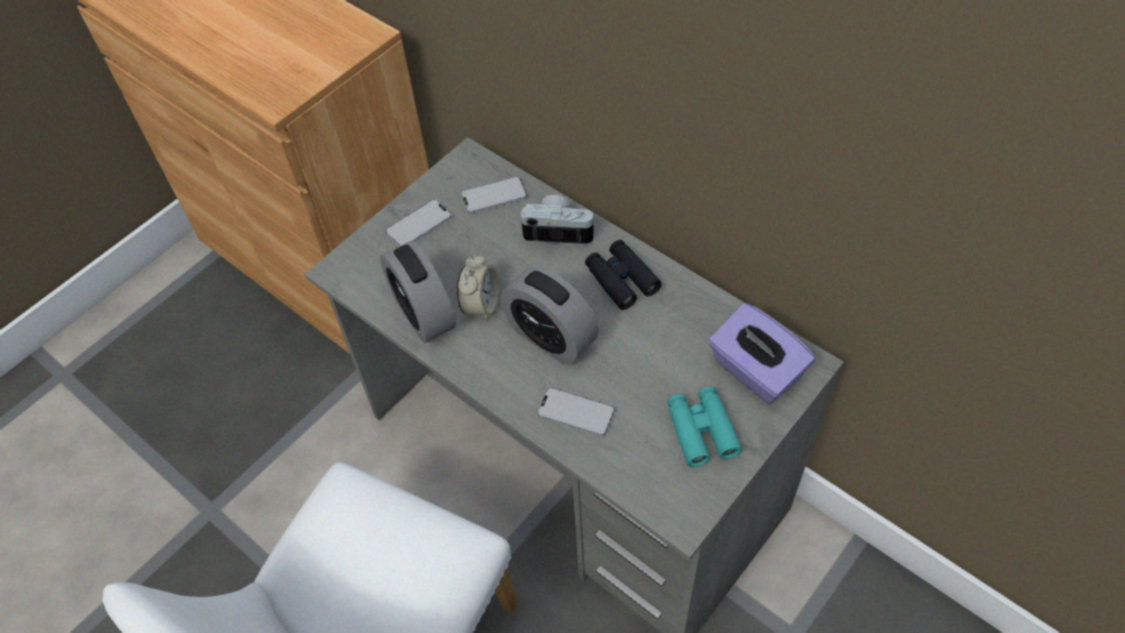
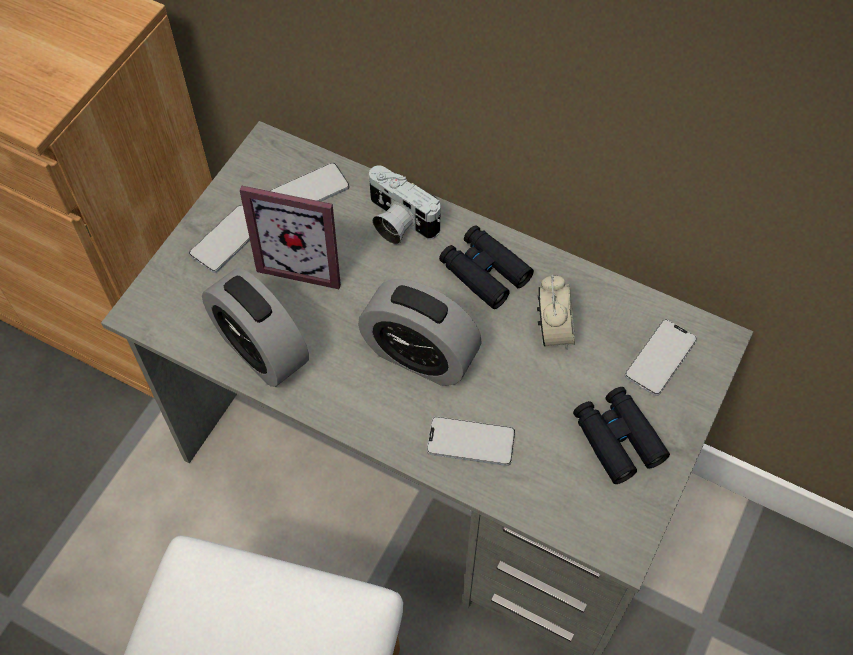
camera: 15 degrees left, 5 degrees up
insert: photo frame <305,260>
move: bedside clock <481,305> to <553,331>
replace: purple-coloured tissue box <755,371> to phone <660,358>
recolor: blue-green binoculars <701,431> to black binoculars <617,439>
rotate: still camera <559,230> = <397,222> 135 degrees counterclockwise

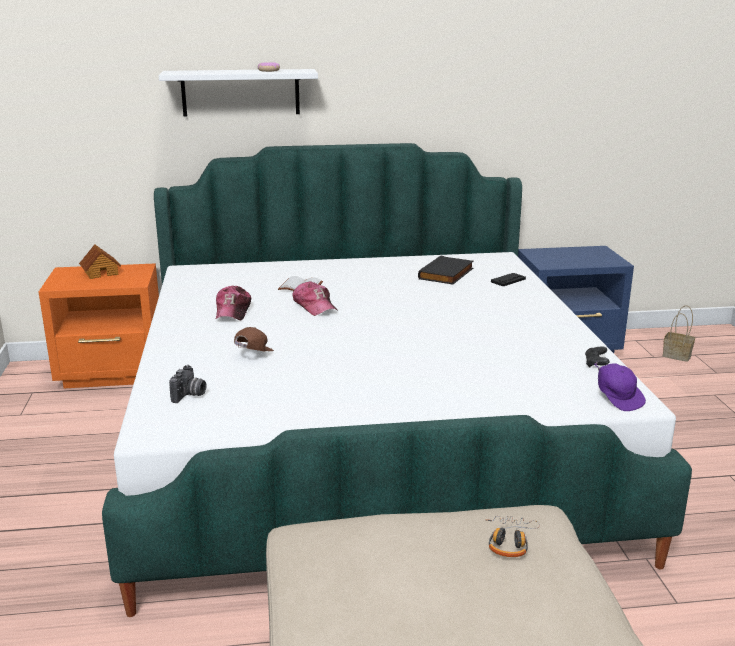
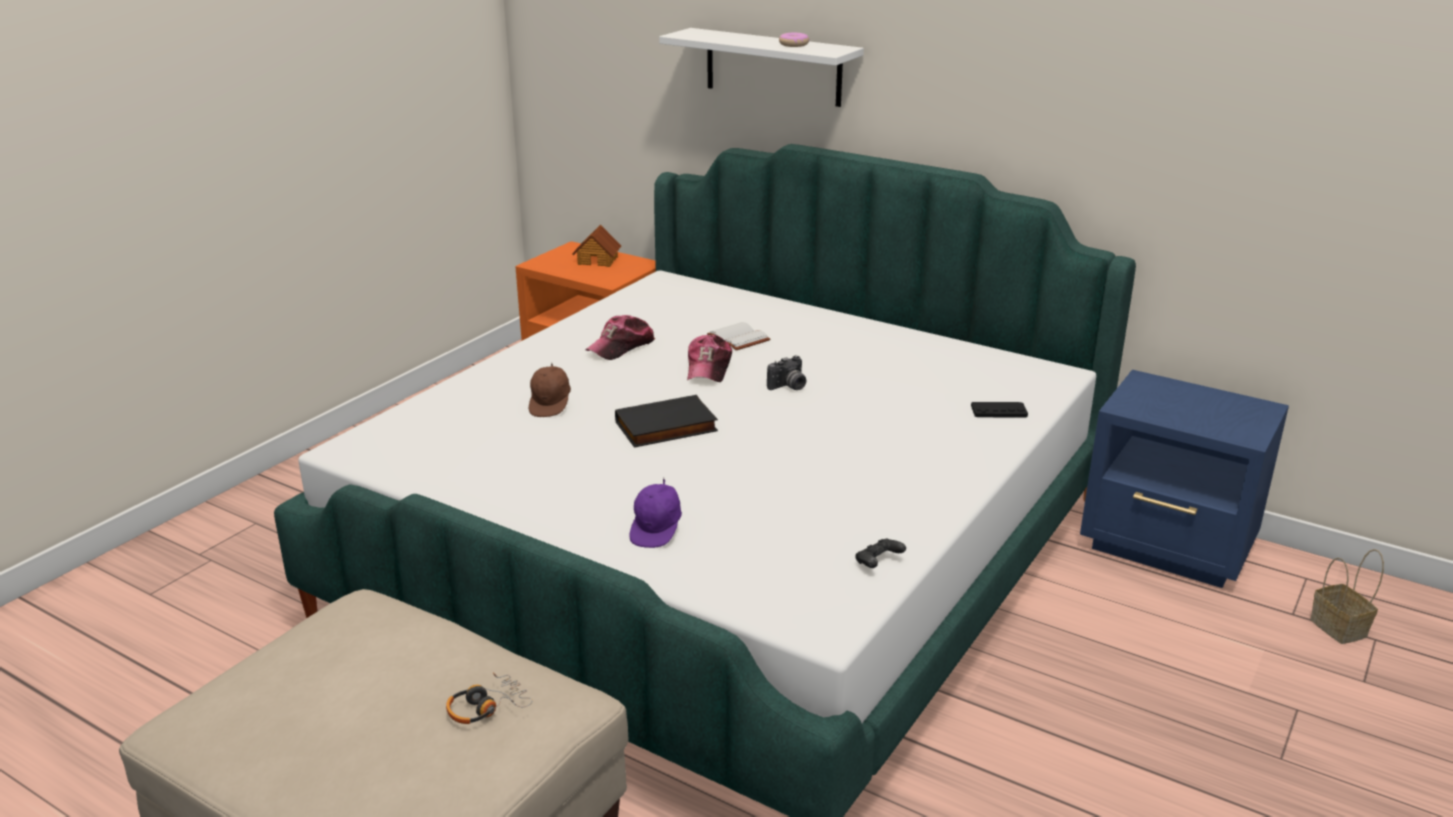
camera: 40 degrees right, 5 degrees up
move: black volume <447,274> to <666,428>; purple-coloured cap <618,399> to <657,530>; still camera <189,395> to <788,387>
rotate: brown cap <252,355> = <551,404> 120 degrees clockwise

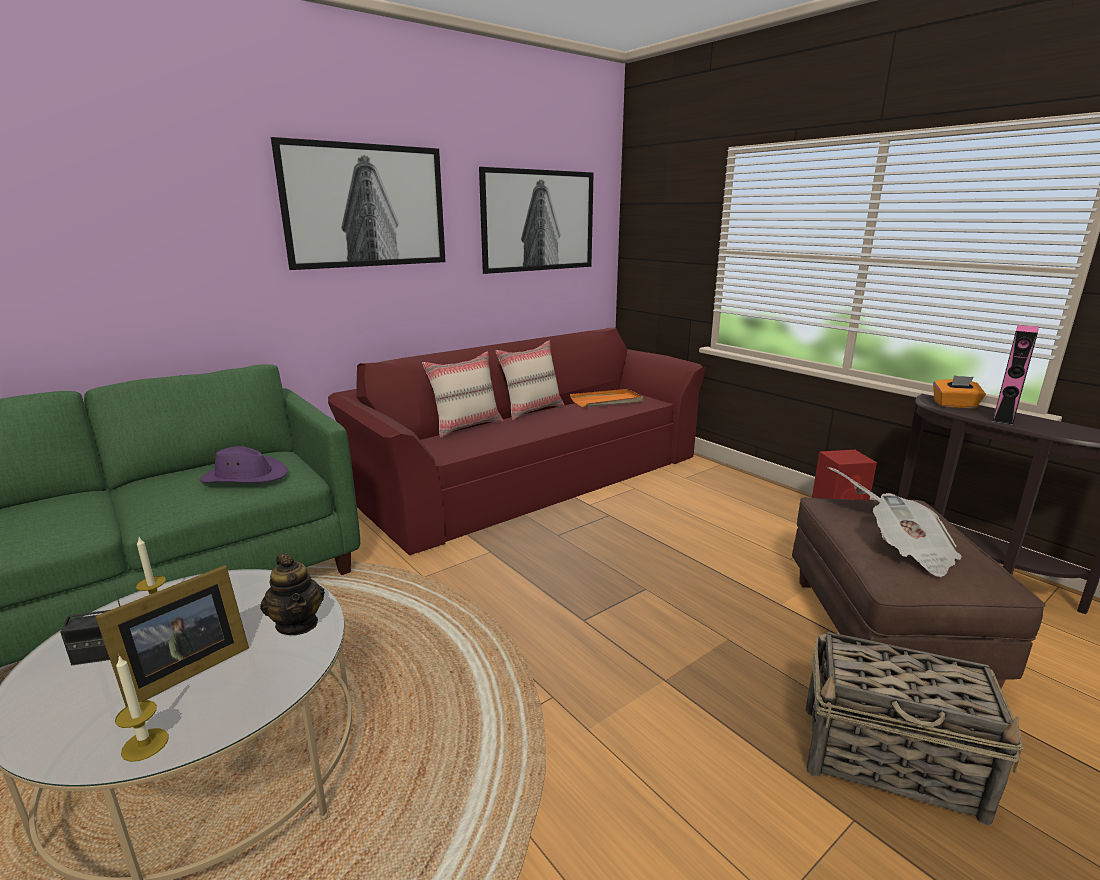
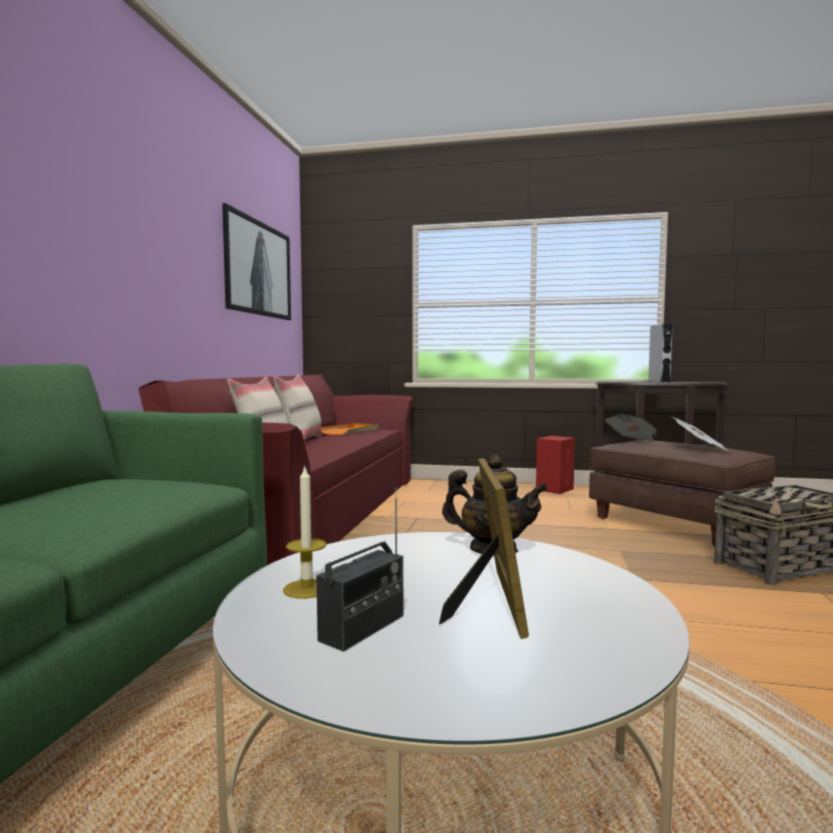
camera: 40 degrees left, 15 degrees down
delete: wall picture <366,206>; orange-coloured tissue box <955,405>; purple-coloured clothing hat <245,476>; wax candle <145,744>
recolor: pink audio speaker <1003,417> to grey audio speaker <659,382>

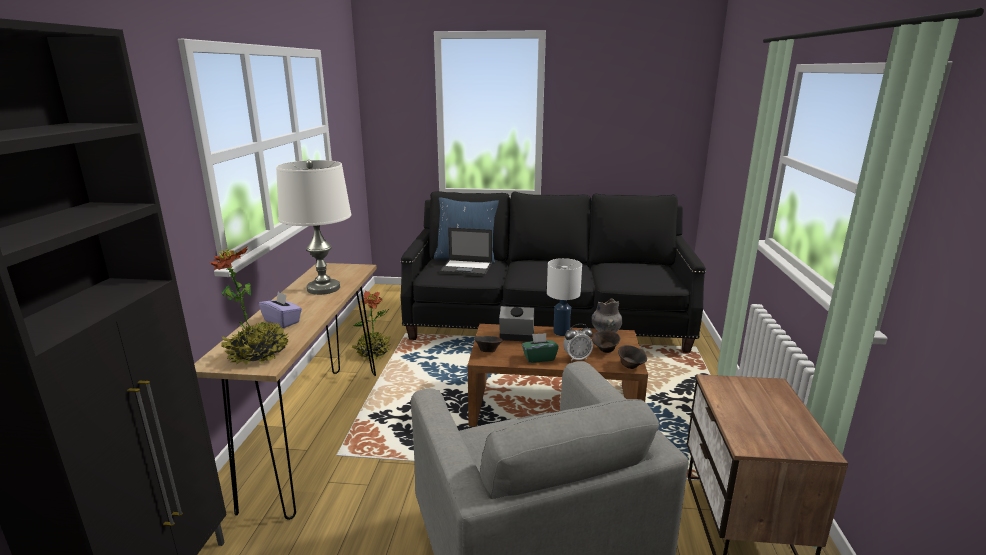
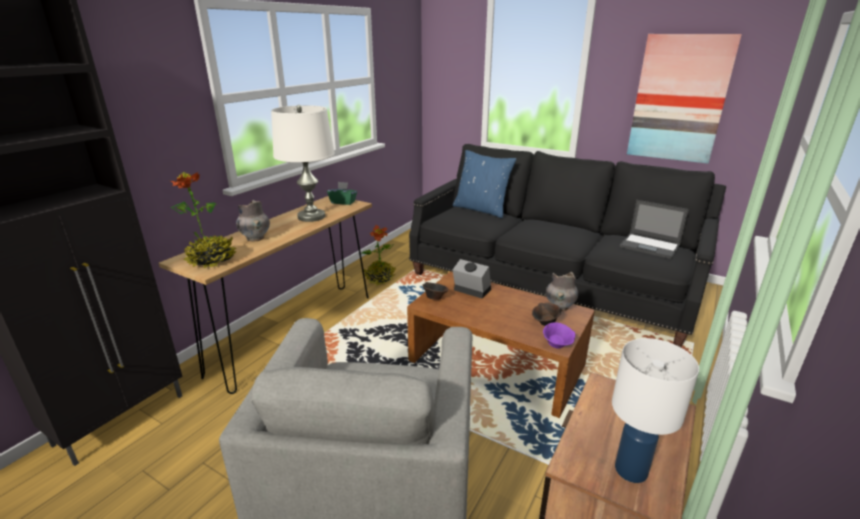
camera: 25 degrees right, 5 degrees up
delete: bedside clock <577,358>
insert: wall picture <679,99>
move: portable computer <467,268> to <650,246>; white-coloured table lamp <561,332> to <630,469>; green-coloured tissue box <539,358> to <343,202>
replace: purple-coloured tissue box <282,321> to grey flower vase <255,238>
recolor: brown serving bowl <631,366> to purple-coloured serving bowl <557,345>

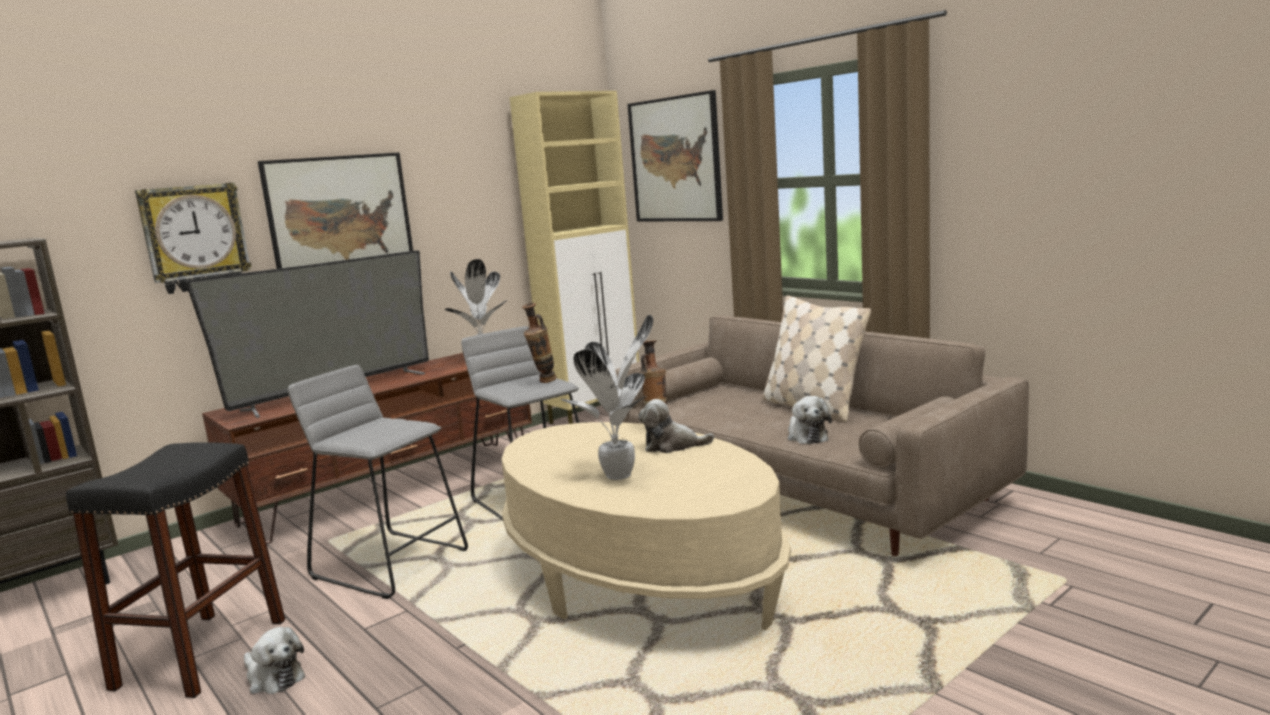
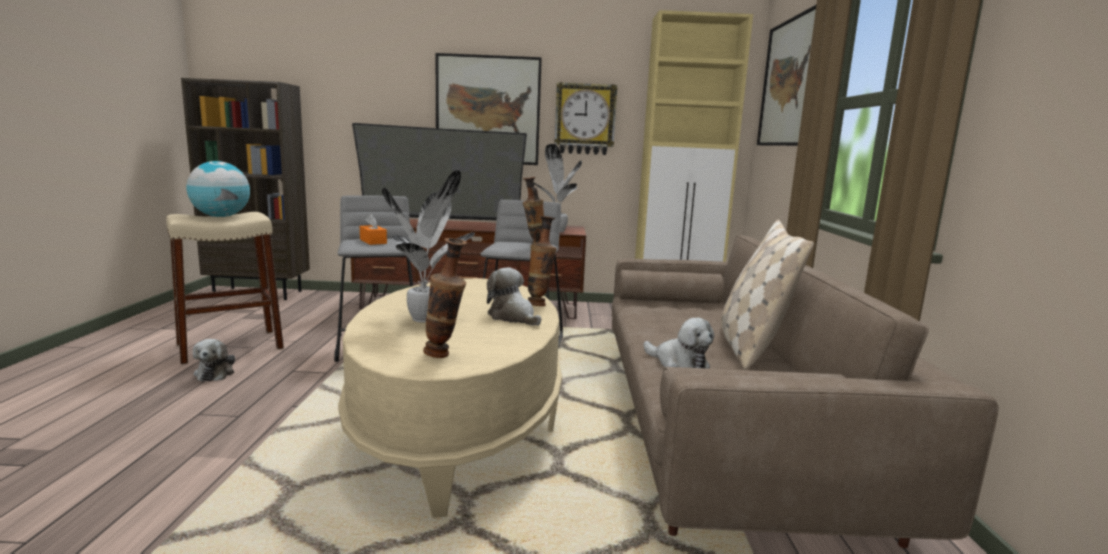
camera: 40 degrees right, 0 degrees up
insert: desk globe <221,216>; orange-coloured tissue box <373,241>; flower vase <444,356>
move: wall clock <195,237> to <585,119>
recolor: black sitting stool <201,653> to beige sitting stool <230,346>
rotate: soft toy <806,436> = <678,364> 75 degrees counterclockwise

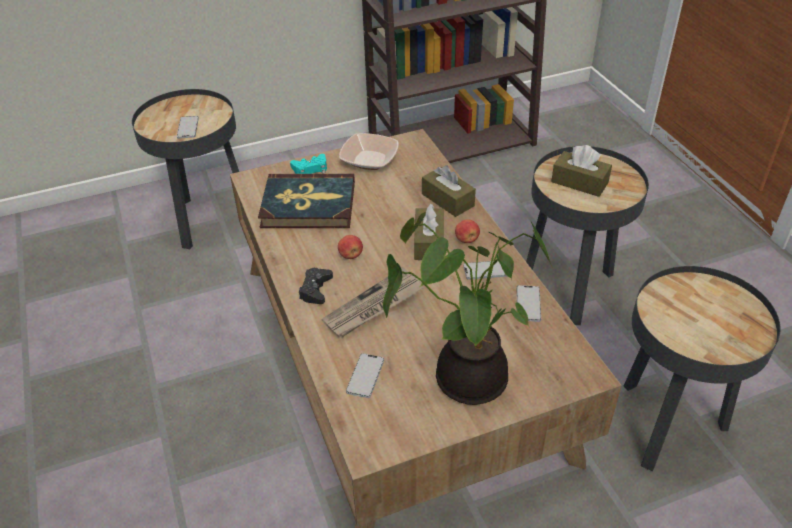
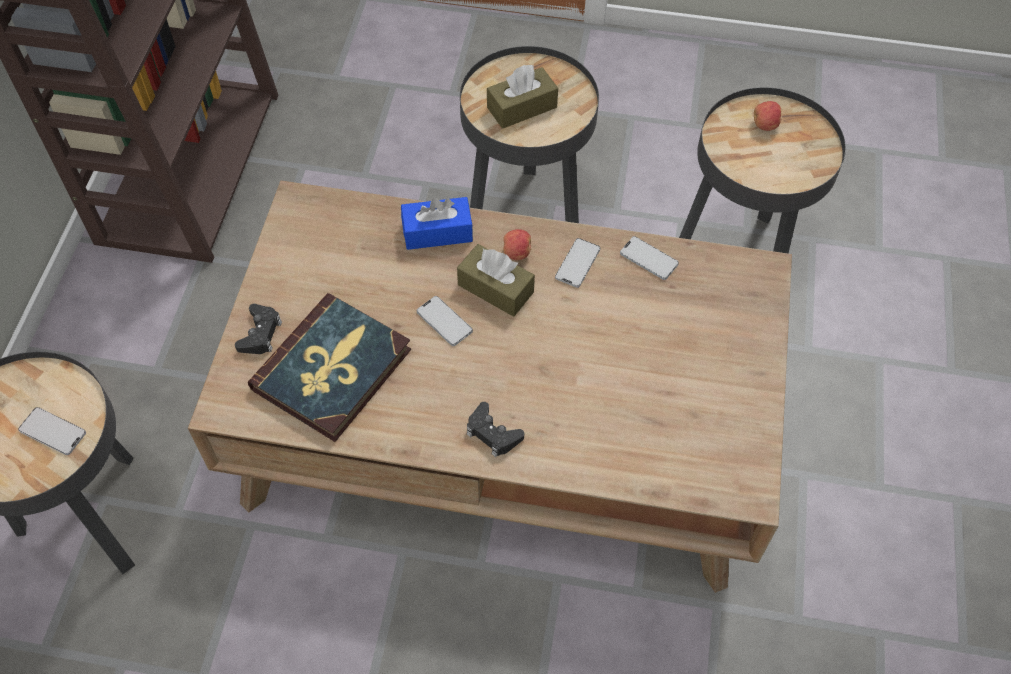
camera: 60 degrees left, 15 degrees up
delete: serving bowl <369,160>; plant in a pot <465,377>; printed paper <374,306>
move: apple <351,255> to <765,125>; phone <365,376> to <444,321>
recolor: blue-green gamepad <310,169> to black gamepad <260,333>; brown tissue box <447,200> to blue tissue box <437,232>

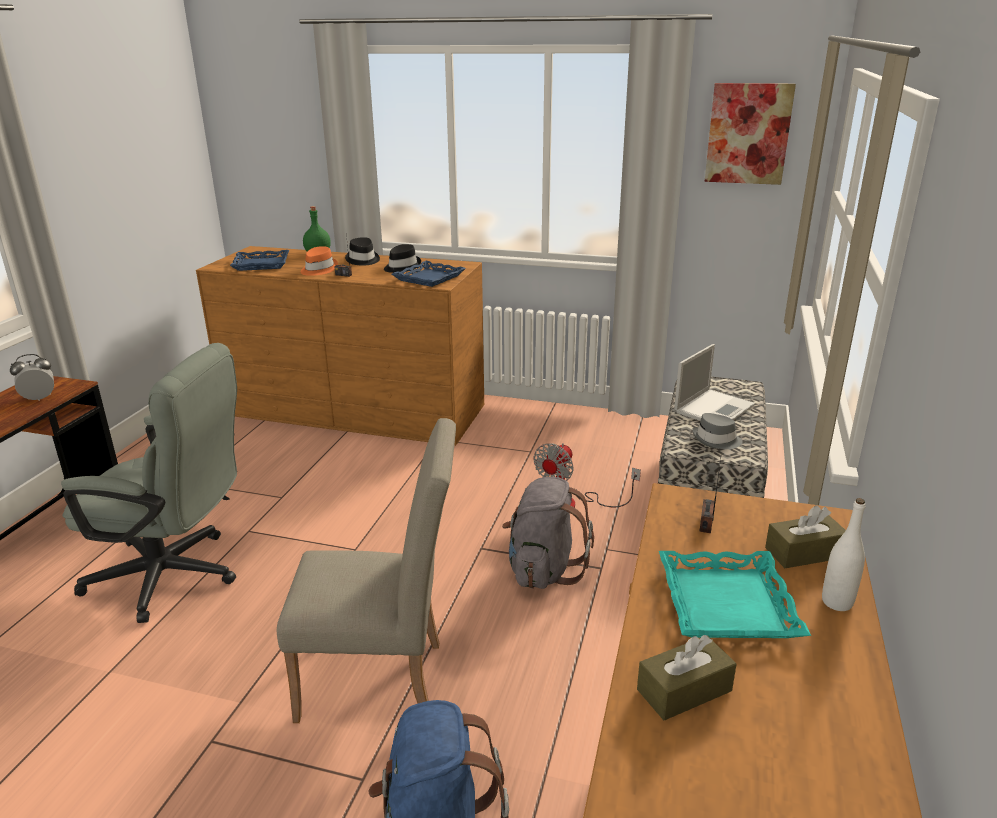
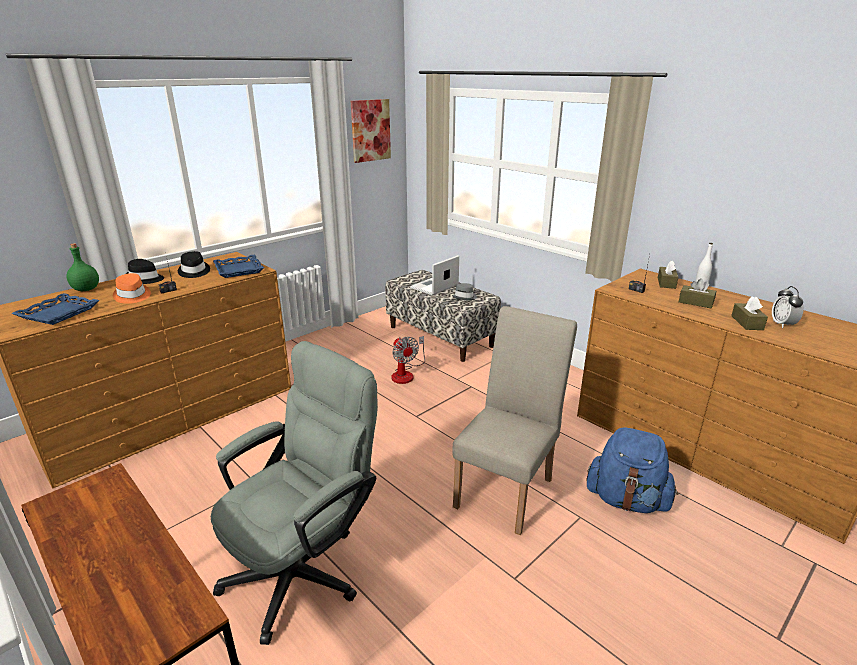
camera: 60 degrees left, 0 degrees up
delete: grey knapsack <543,570>
move: bedside clock <39,398> to <782,324>
replace: blue-green serving tray <728,604> to brown tissue box <695,302>
rotate: portable computer <714,408> = <434,287> 120 degrees counterclockwise

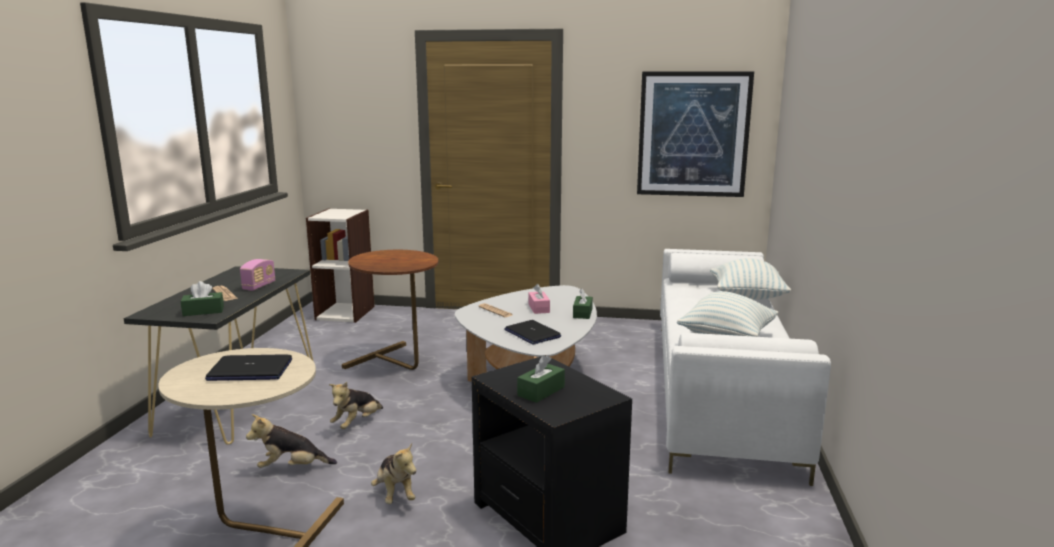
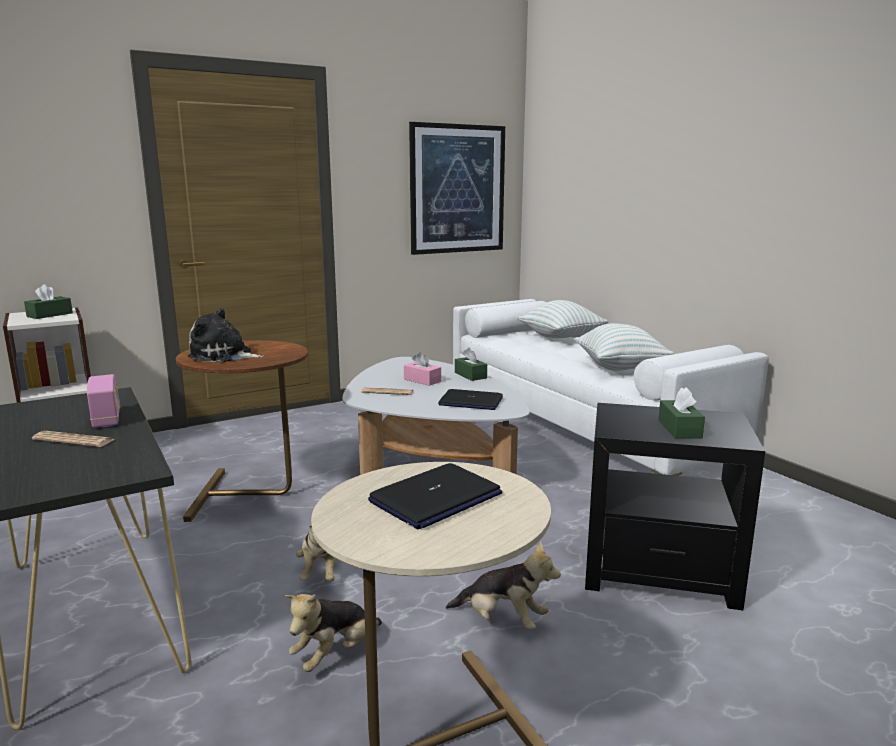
camera: 40 degrees left, 0 degrees up
insert: soft toy <223,356>
move: green-coloured tissue box <203,311> to <50,315>

